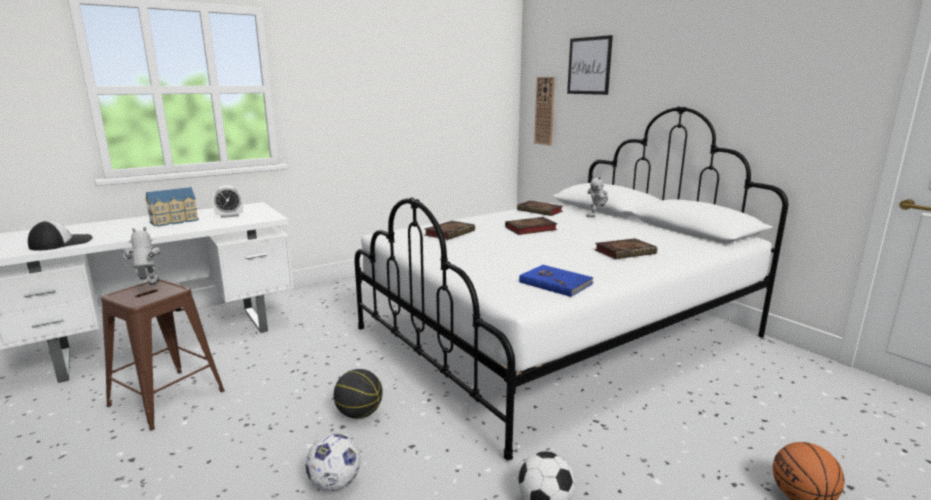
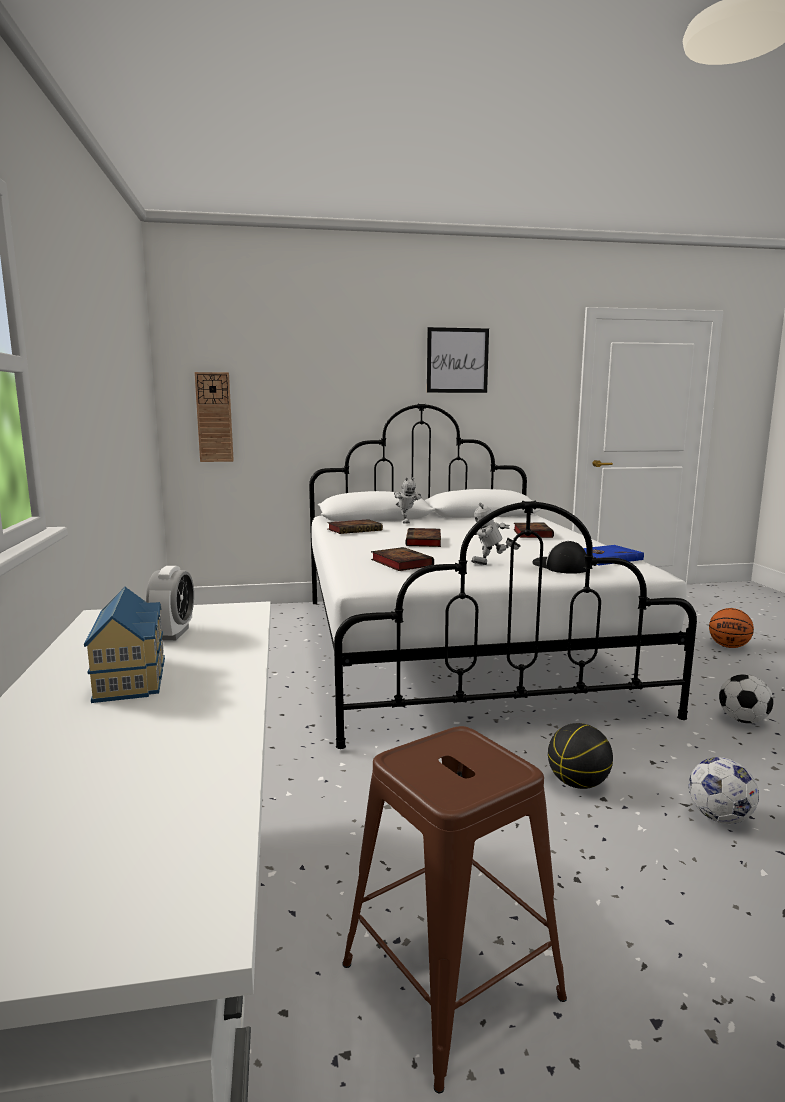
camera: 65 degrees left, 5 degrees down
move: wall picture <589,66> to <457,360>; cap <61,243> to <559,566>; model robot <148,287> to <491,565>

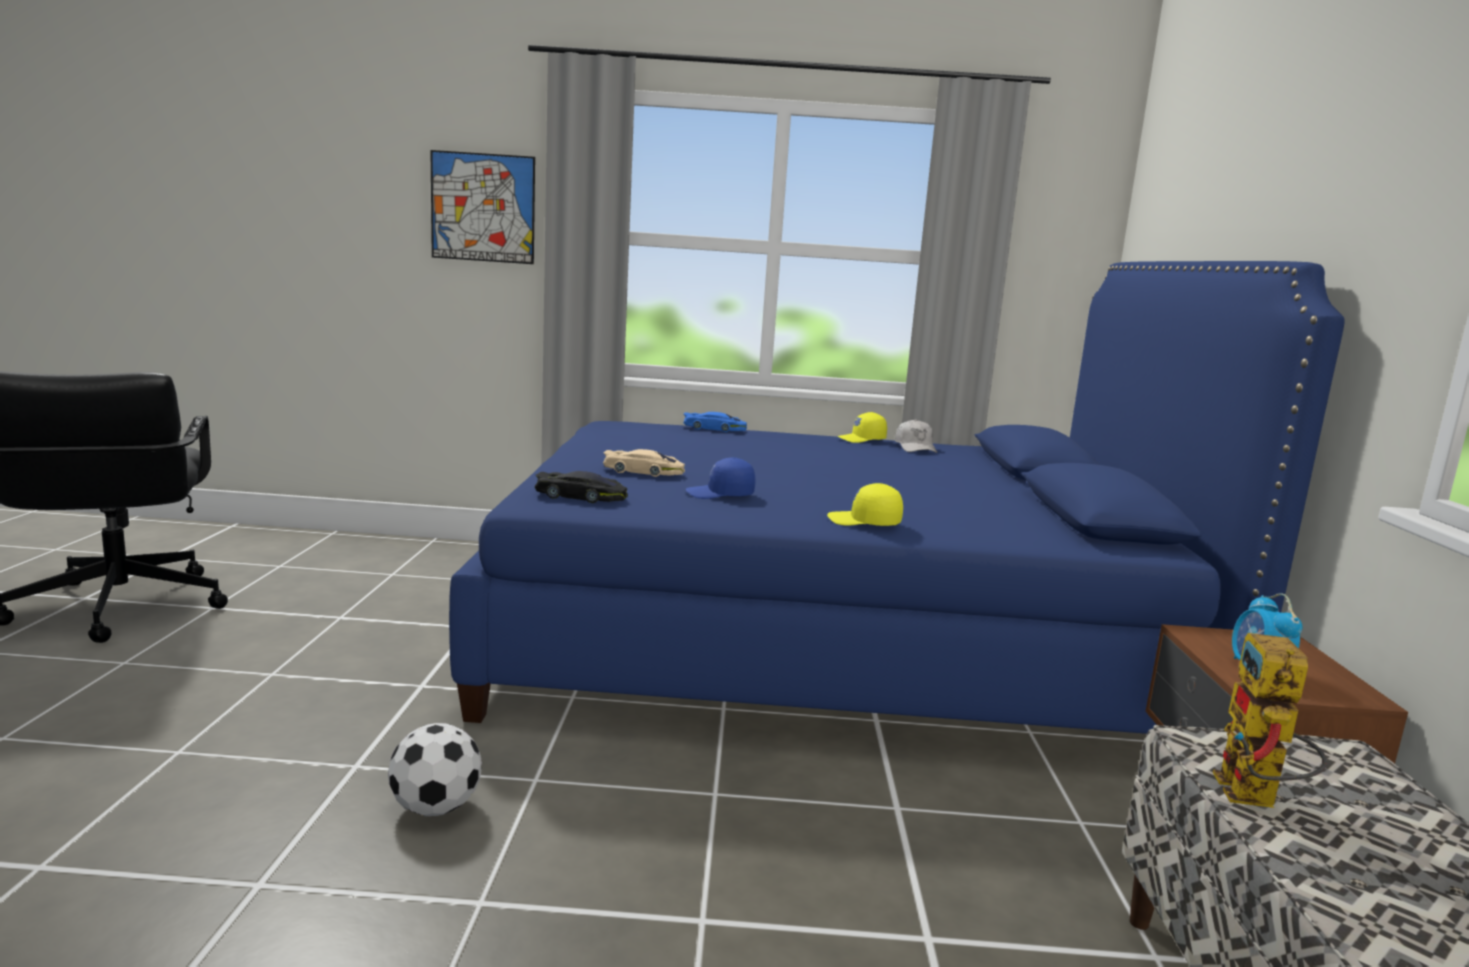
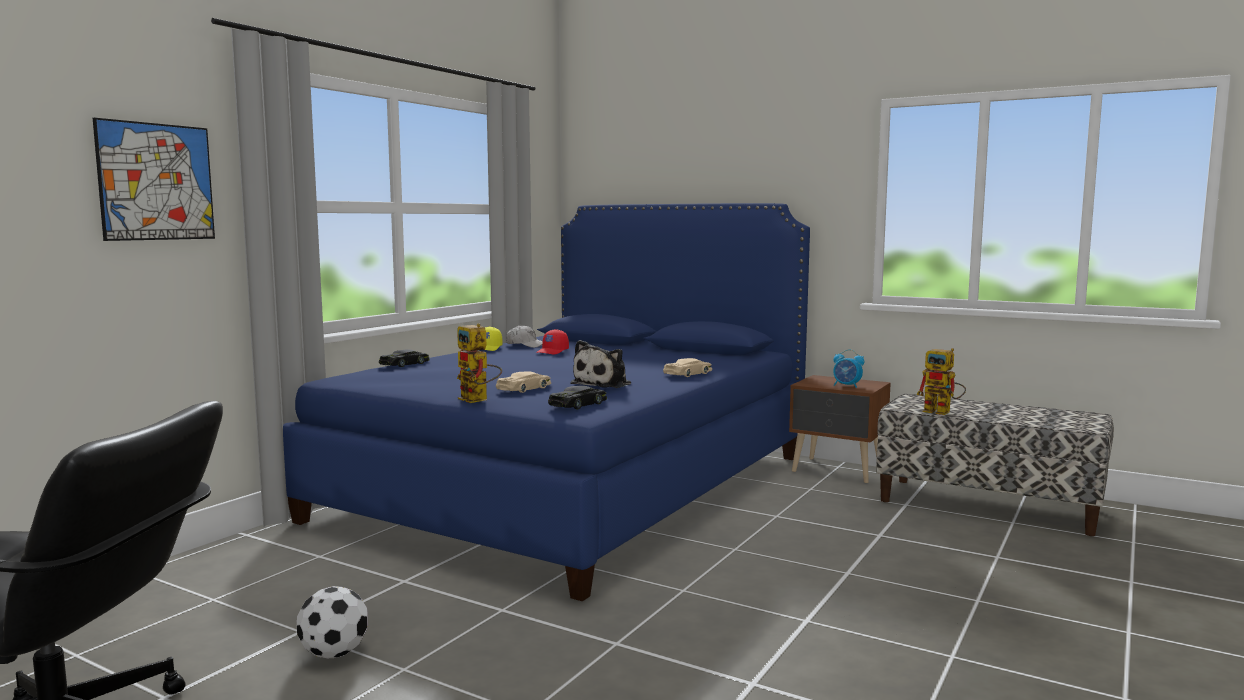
camera: 60 degrees left, 5 degrees down
insert: model robot <478,400>; red-coloured cap <552,352>
move: ball for football <435,808> to <334,654>
replace: blue cap <720,495> to soft toy <604,384>; yellowish cap <864,522> to beige miniature car <688,373>
recolor: blue miniature car <714,428> to black miniature car <405,364>

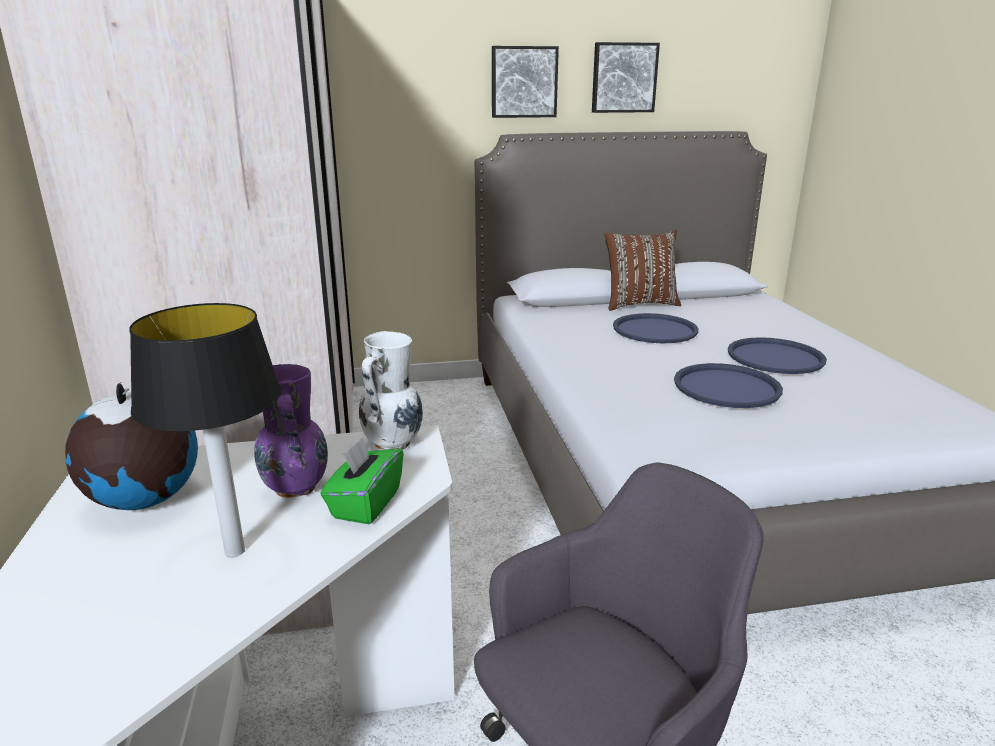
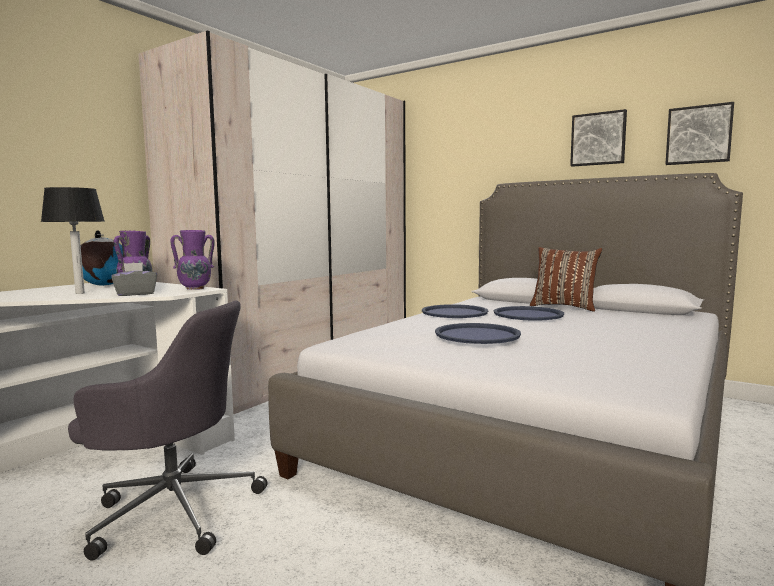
camera: 45 degrees right, 15 degrees down
move: wall picture <523,82> to <698,135>; blue serving tray <775,357> to <454,312>
recolor: white-coloured flower vase <394,444> to purple-coloured flower vase <195,288>; green-coloured tissue box <365,504> to grey tissue box <135,294>

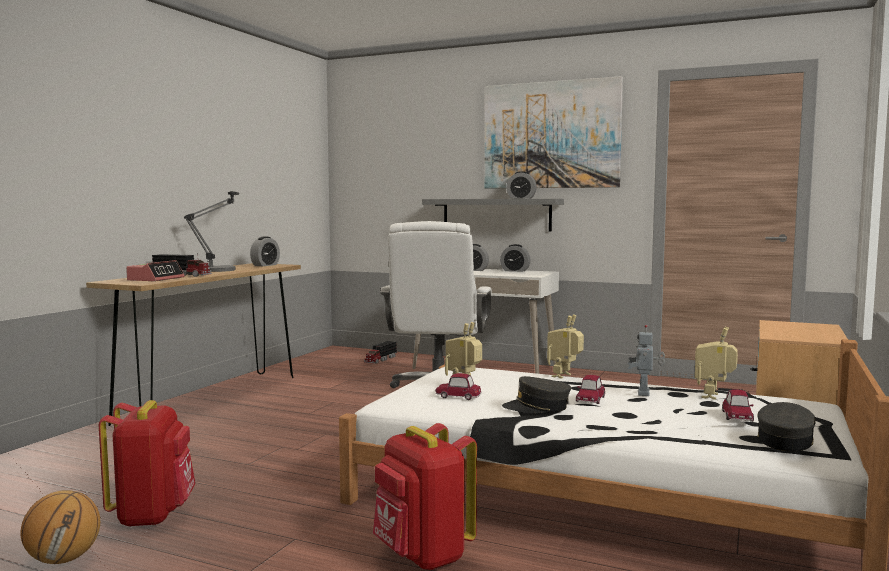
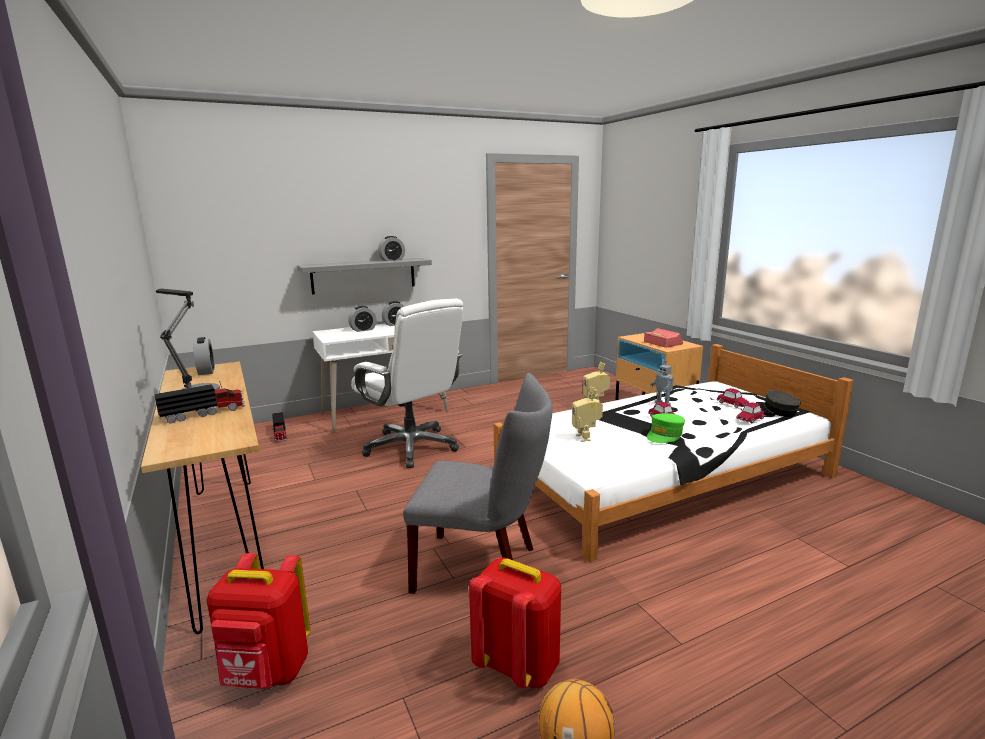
camera: 50 degrees left, 10 degrees up
delete: wall picture <551,135>; model robot <714,396>
insert: grey upright chair <484,568>
move: bedside clock <156,279> to <662,343>; miniature car <458,396> to <750,419>; red-coloured knapsack <422,556> to <267,673>
recolor: grey cap <537,407> to green-coloured cap <664,435>

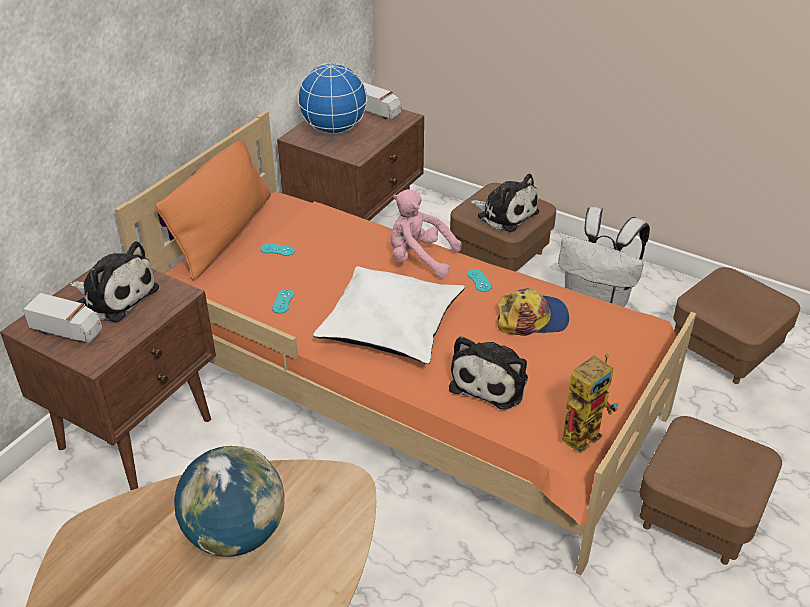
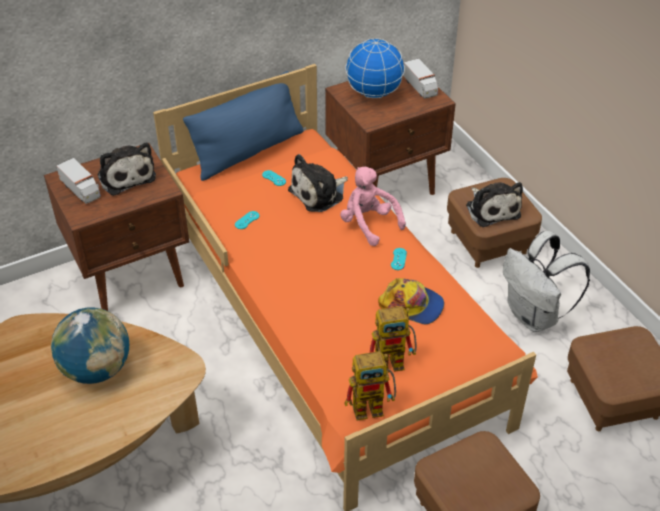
camera: 30 degrees right, 5 degrees up
delete: white-coloured cushion <391,325>
insert: model robot <395,361>
move: soft toy <491,381> to <319,194>
recolor: orange-coloured cushion <224,234> to blue cushion <248,151>

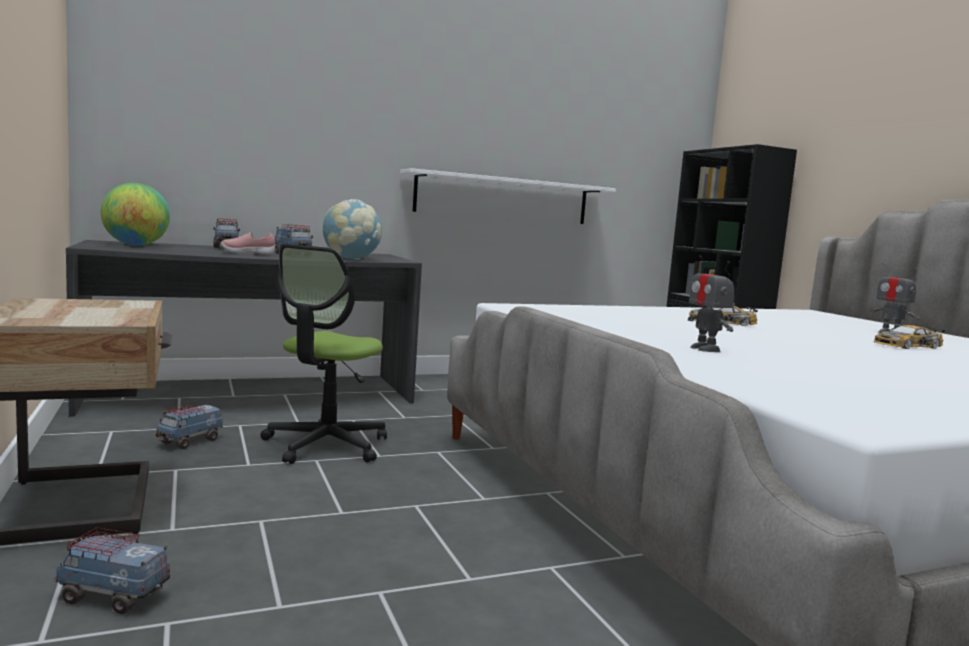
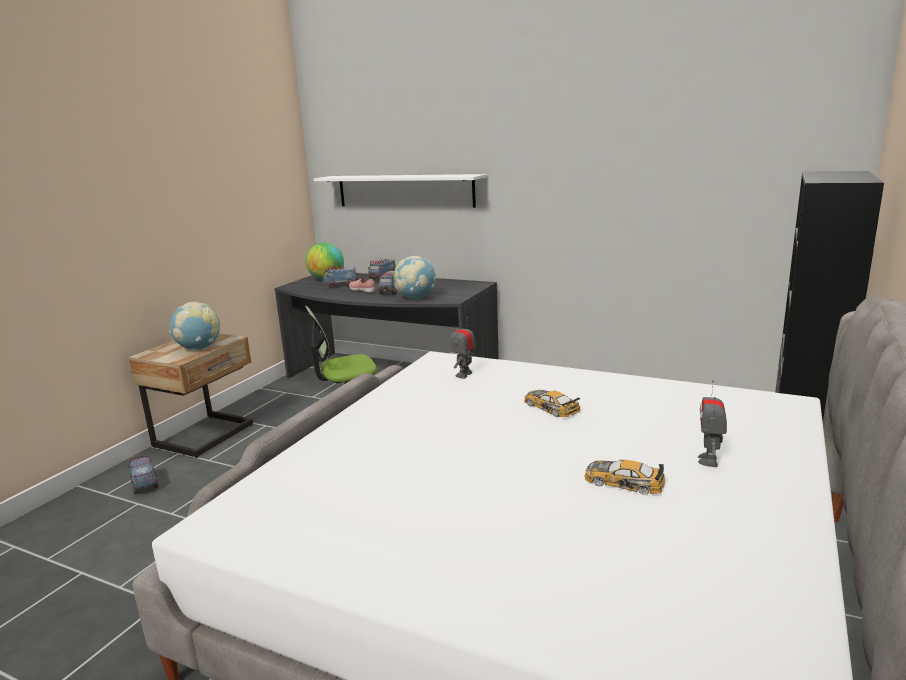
camera: 50 degrees right, 10 degrees up
insert: desk globe <199,348>
move: white-coloured wall shelf <503,199> to <404,191>; model robot <705,349> to <464,375>; model truck <189,441> to <341,285>

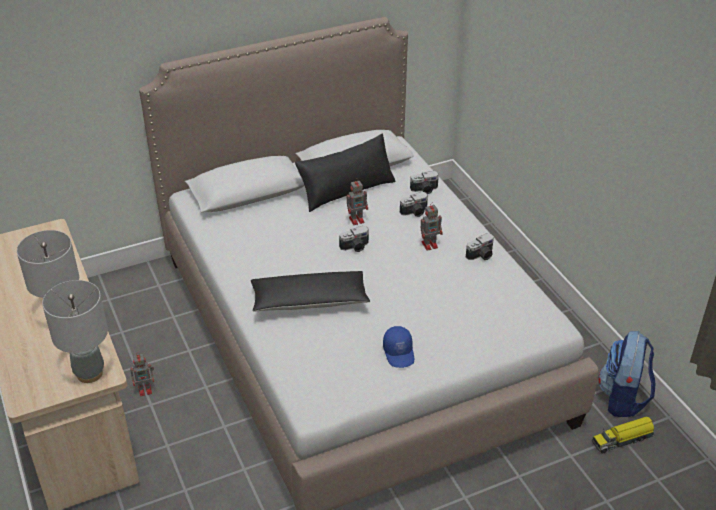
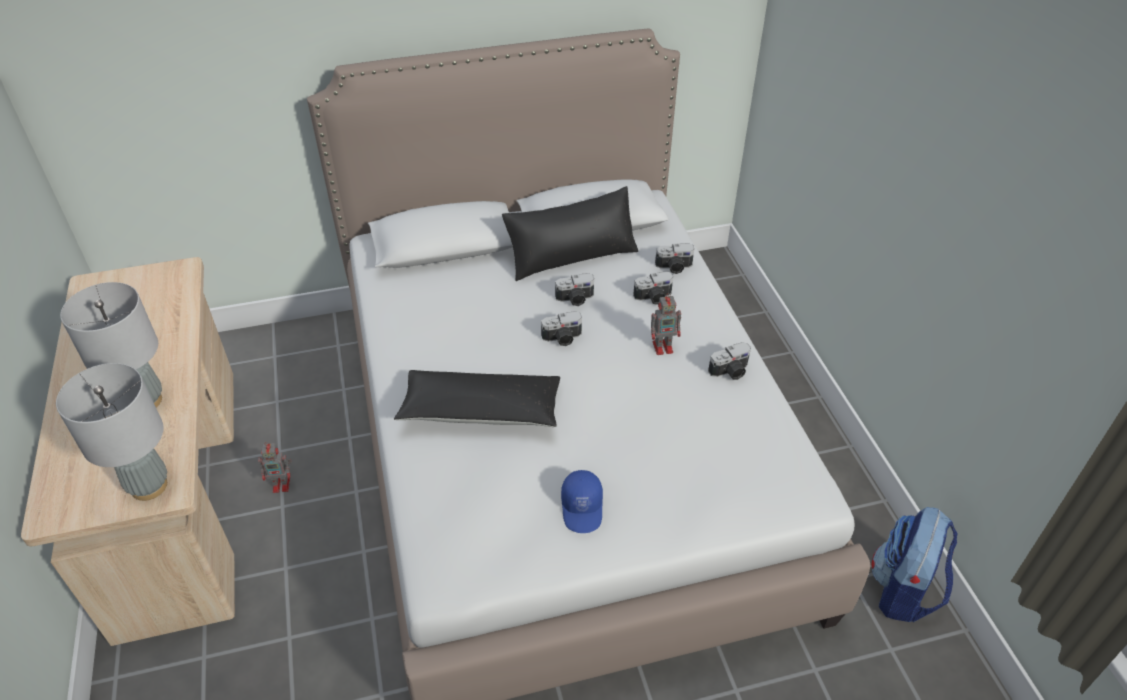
camera: 10 degrees right, 5 degrees up
delete: model truck <623,439>
replace: model robot <357,219> to still camera <575,299>

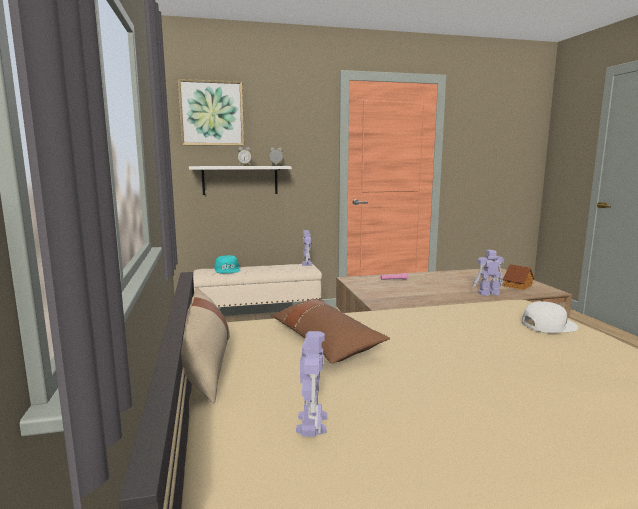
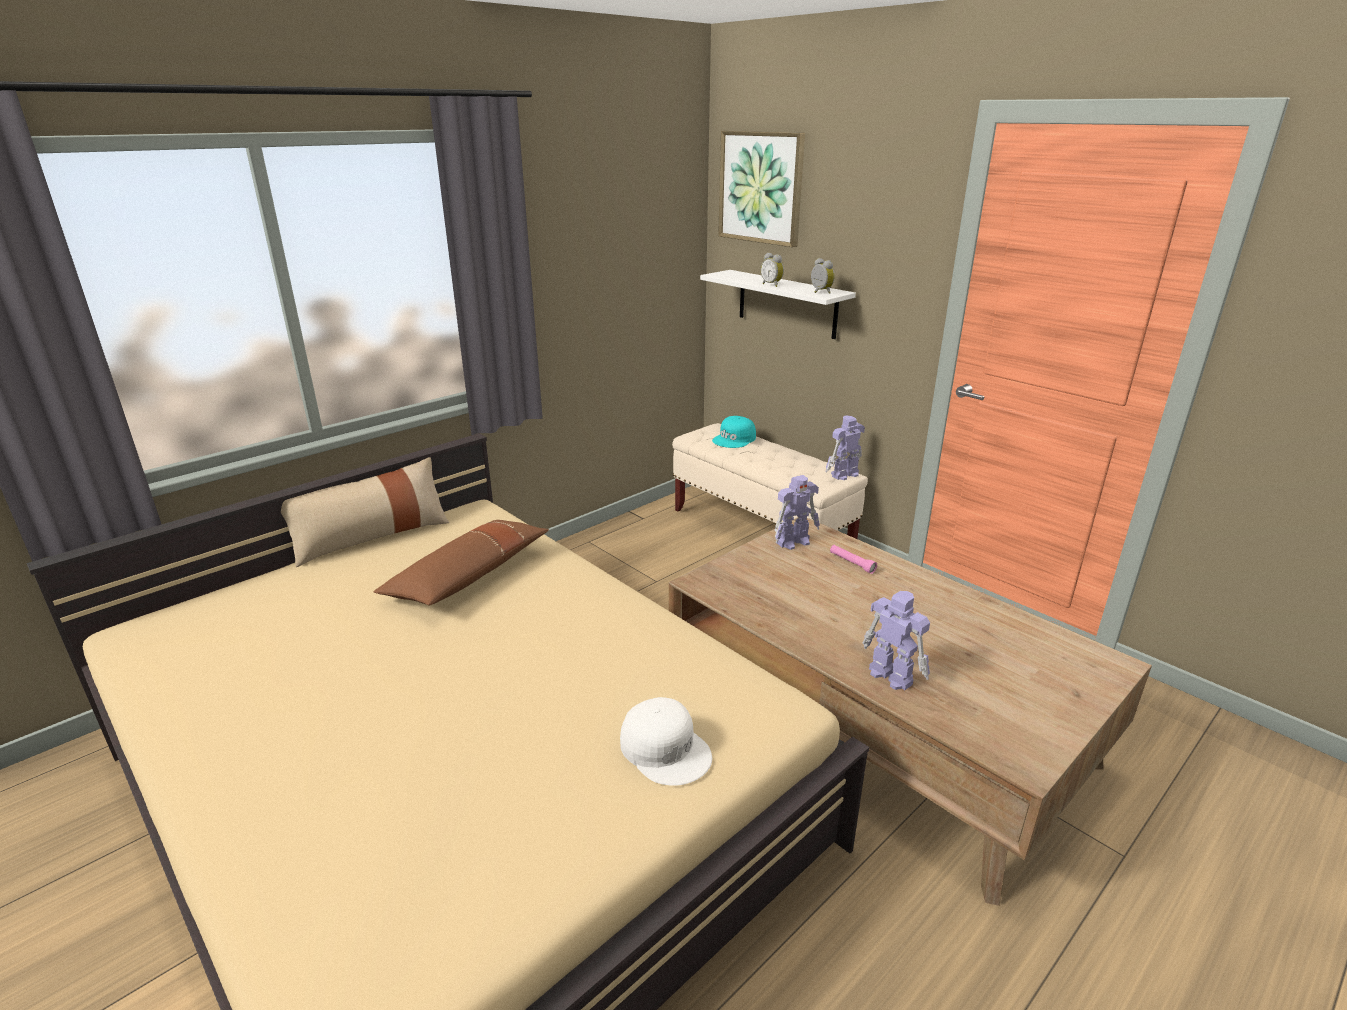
camera: 60 degrees right, 15 degrees up
delete: miniature house <518,286>
move: model robot <312,423> to <794,542>

